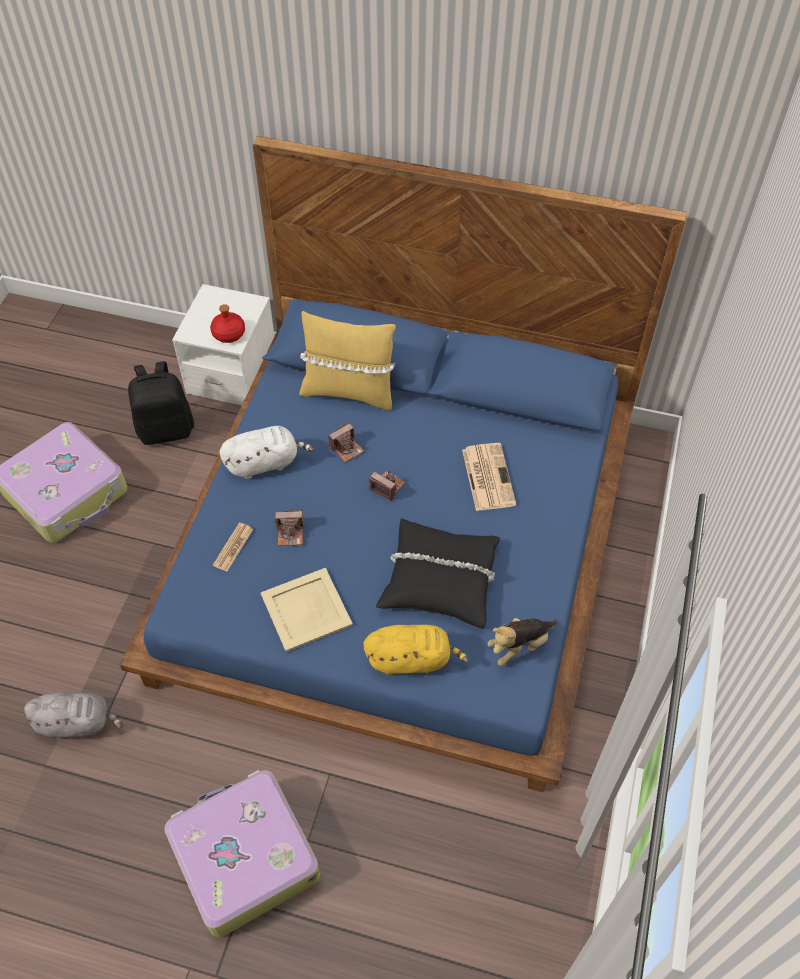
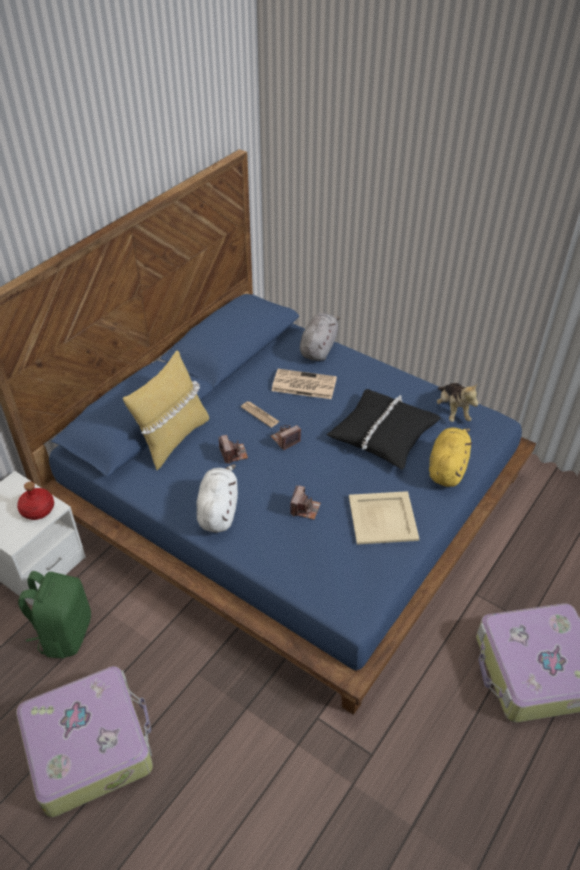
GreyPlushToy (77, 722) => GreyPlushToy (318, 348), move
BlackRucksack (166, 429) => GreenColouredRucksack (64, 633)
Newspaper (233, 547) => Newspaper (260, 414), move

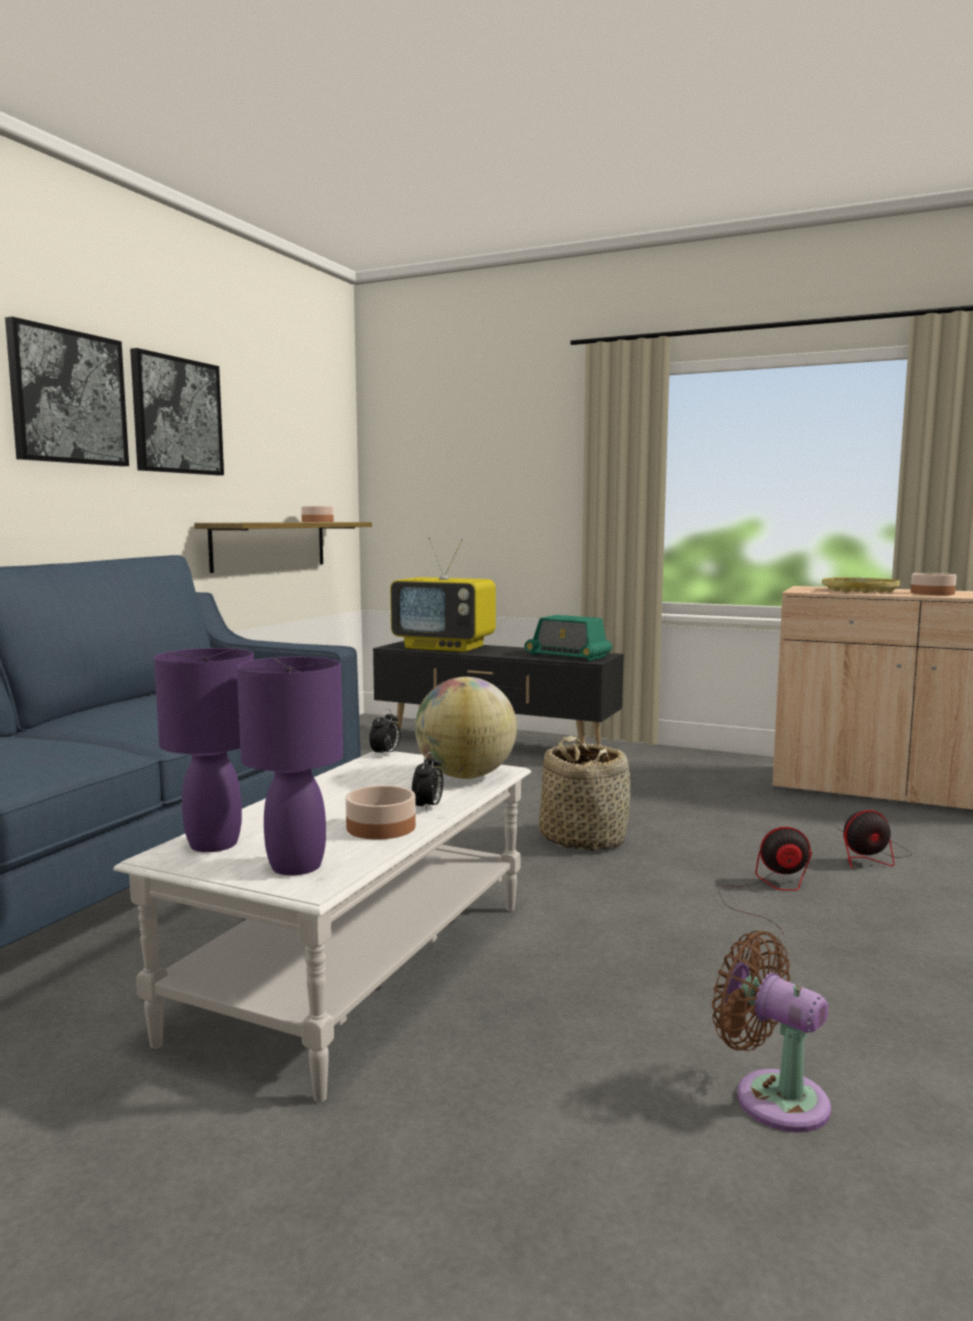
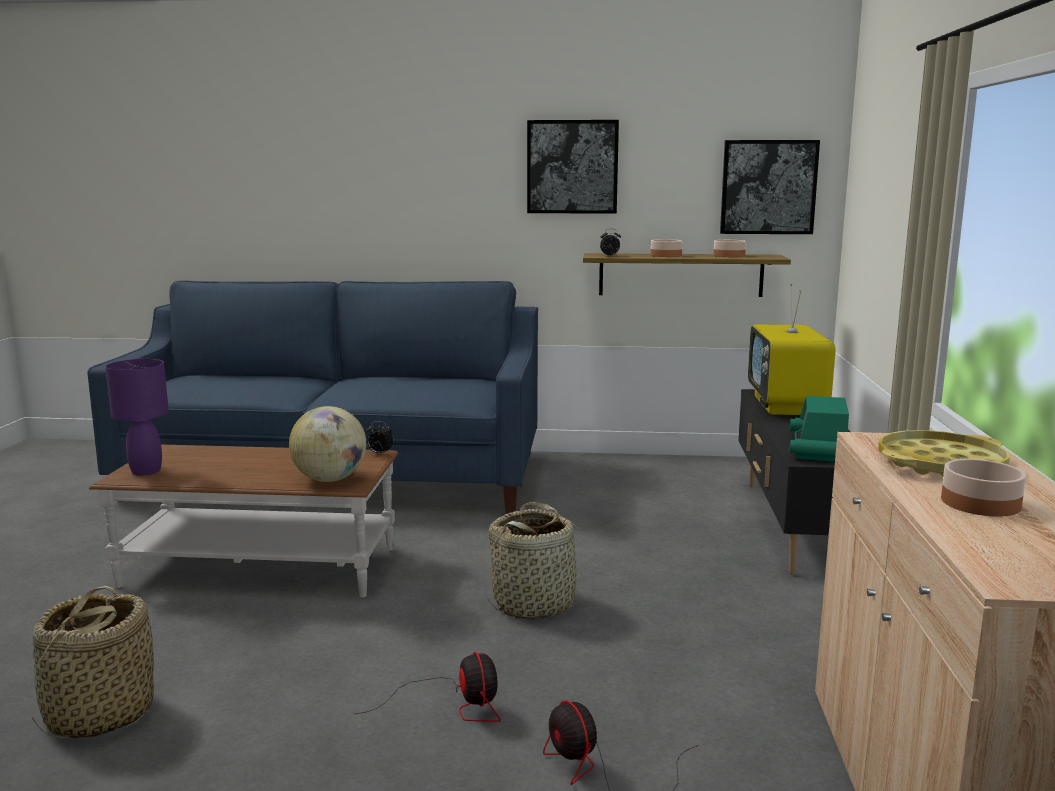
WallArt (68, 397) => WallArt (768, 187), move
WhiteColouredLoungeTable (359, 967) => BrownColouredLoungeTable (260, 567)
PurpleColouredTableLamp (213, 844) => nothing
DeepDish (382, 827) => DeepDish (666, 255), move
TableClock (428, 807) => TableClock (610, 256), move
BrownColouredCoolingFan (772, 1096) => HouseholdBasket (99, 715)

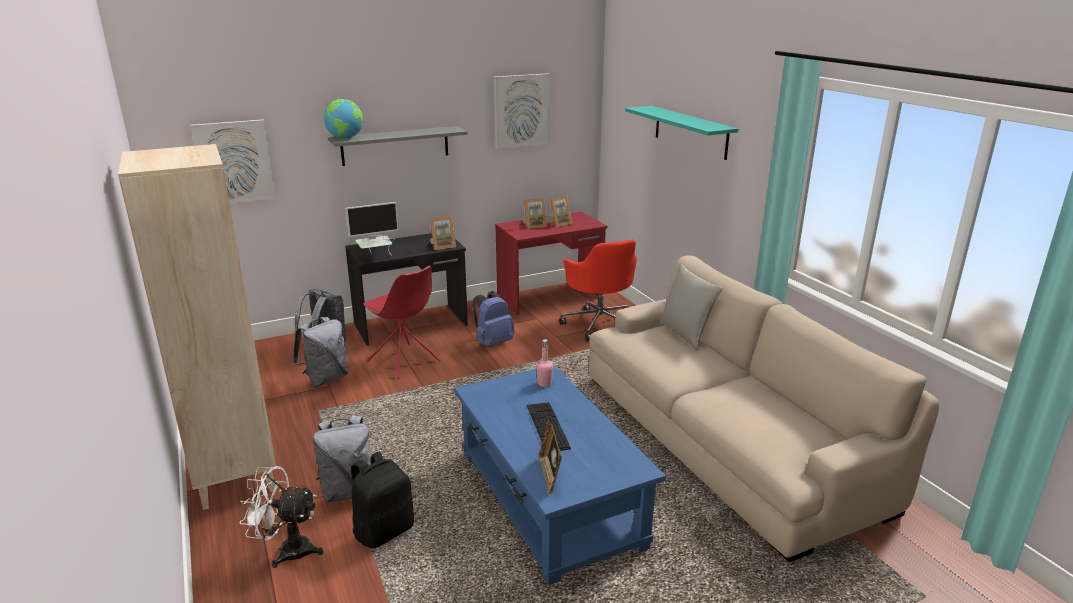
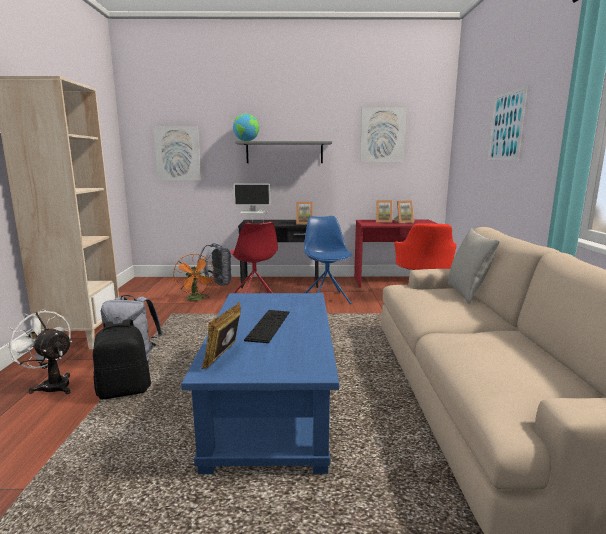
GreyRucksack (325, 379) => OrangeCoolingFan (196, 299)
BlueColouredRucksack (492, 342) => BlueColouredUprightChair (326, 299)
PinkishBeverageBottle (544, 383) => nothing
TurquoiseColouredWallShelf (690, 132) => WallArt (506, 126)

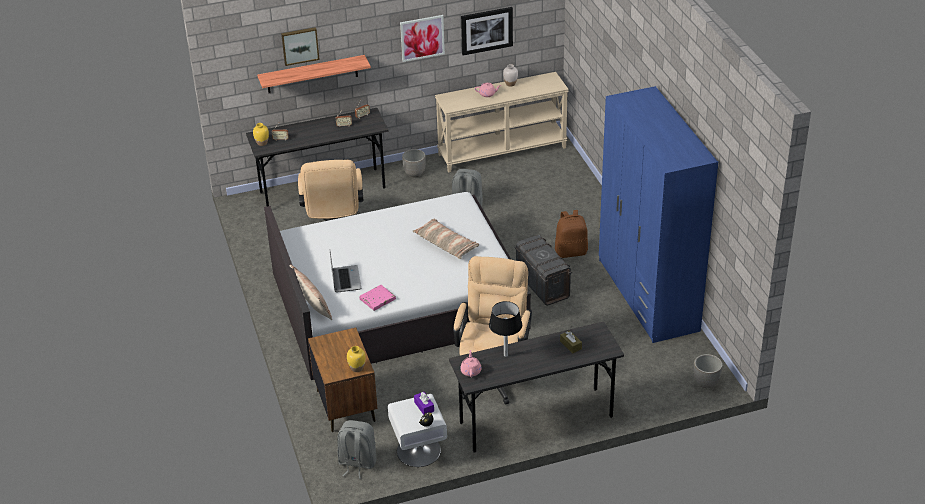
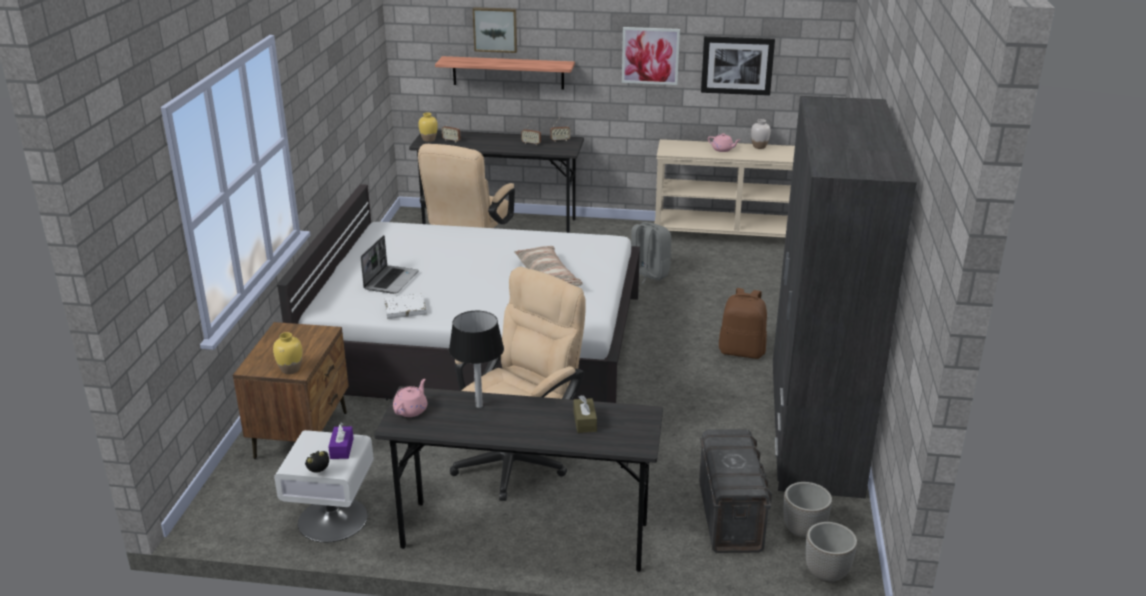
ThrowPillow (311, 303) => nothing
GreyRucksack (357, 463) => nothing
PinkishBoundBook (377, 299) => WhiteColouredBoundBook (405, 309)
FlowerPot (414, 173) => FlowerPot (804, 531), move
GreyStorageBin (542, 284) => GreyStorageBin (730, 516), move
BlueColouredClothesCupboard (647, 295) => GreyClothesCupboard (814, 429)

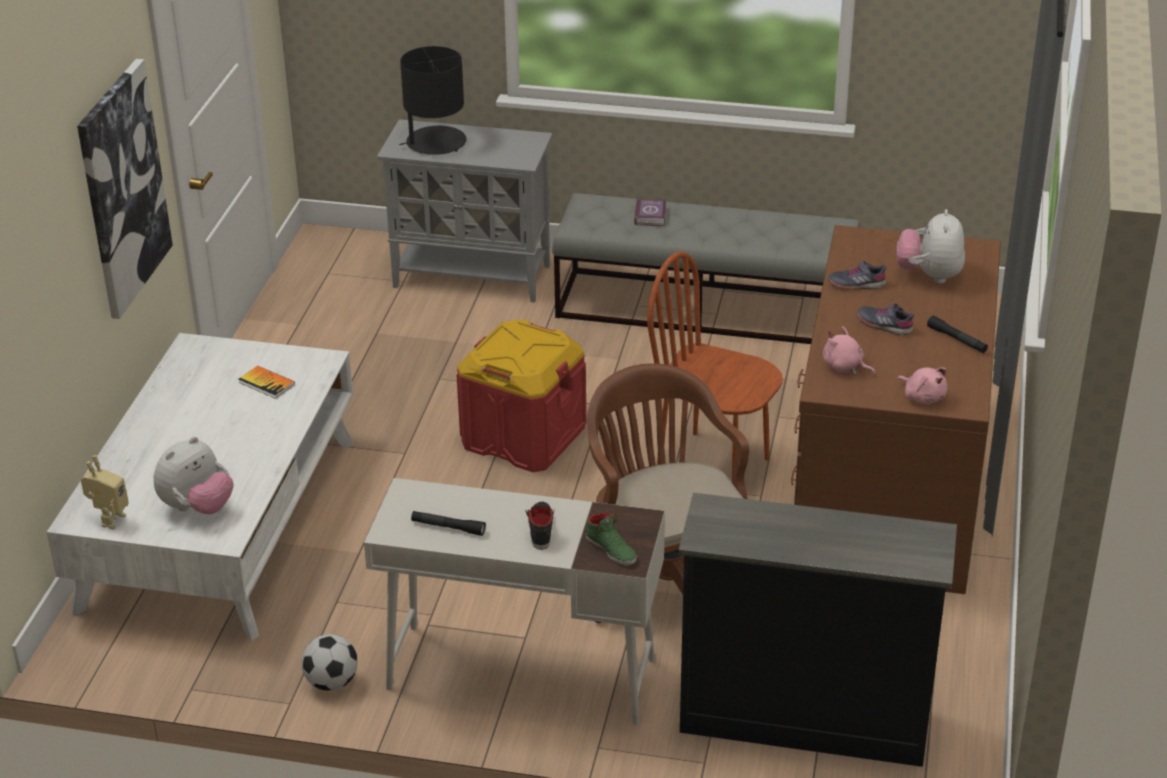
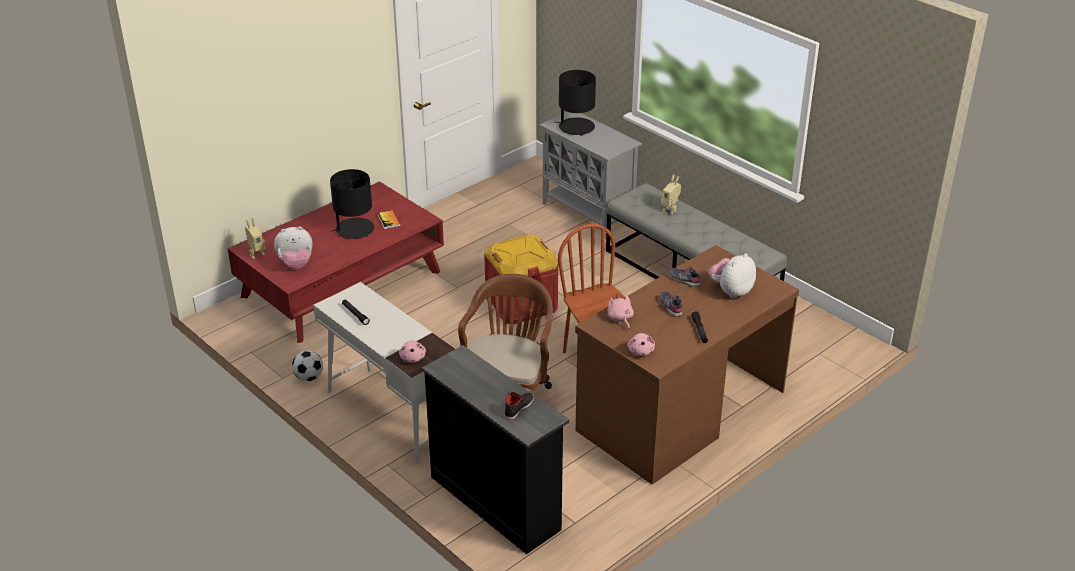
WhiteColouredLoungeTable (220, 522) => RedColouredLoungeTable (342, 284)
WallArt (122, 188) => nothing
BlackItemOfFootwear (540, 528) => BlackItemOfFootwear (518, 407), move
GreenColouredItemOfFootwear (611, 549) => PinkishPlushToy (413, 358)
BoundBook (651, 216) => ModelRobot (670, 209)
nothing => BlackTableLamp (354, 229)

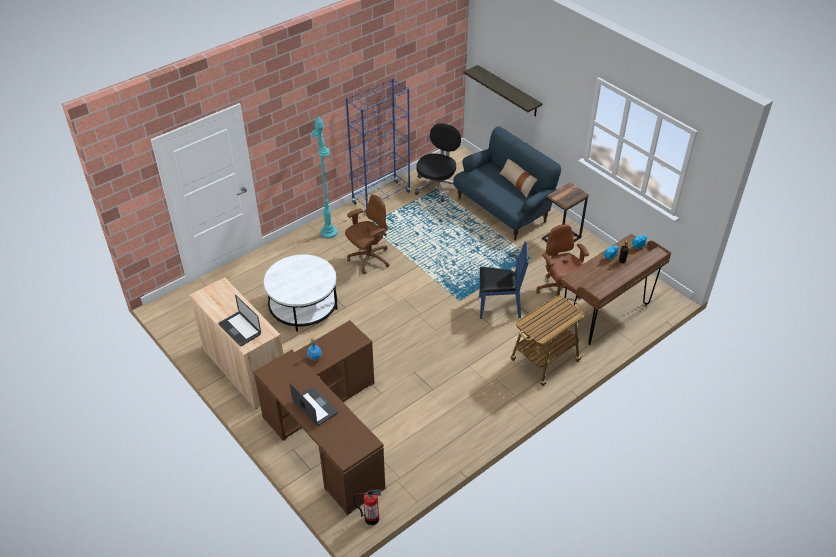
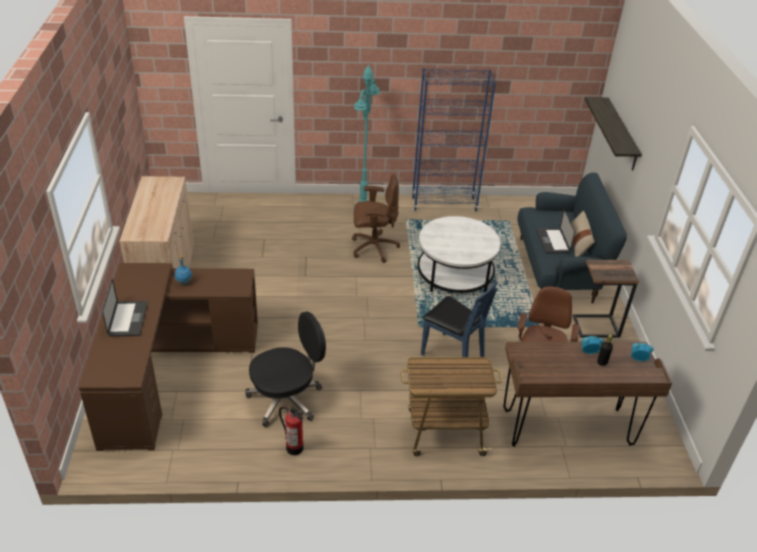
PortableComputer (240, 329) => PortableComputer (552, 241), move
WhiteColouredLoungeTable (303, 306) => WhiteColouredLoungeTable (455, 274), move
FireExtinguisher (371, 518) => FireExtinguisher (294, 448), move
BlackDeskChair (437, 186) => BlackDeskChair (286, 399), move

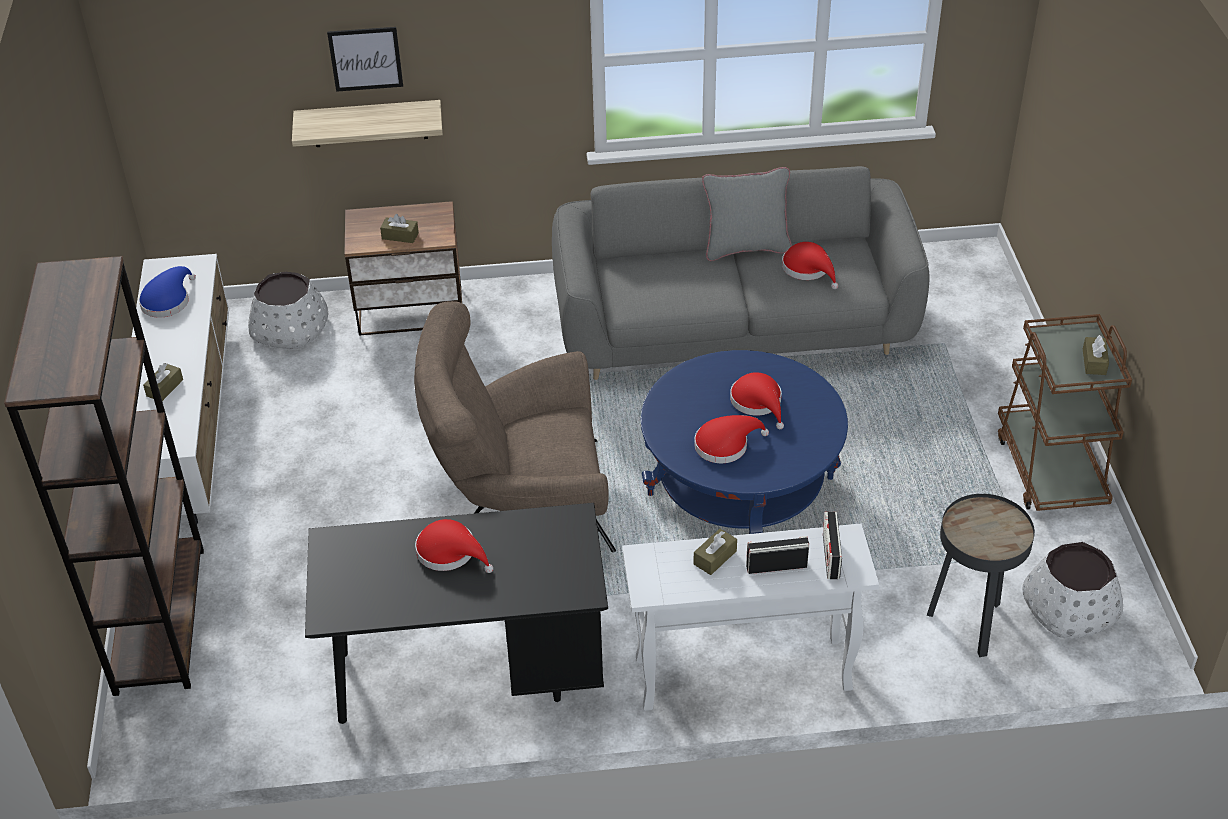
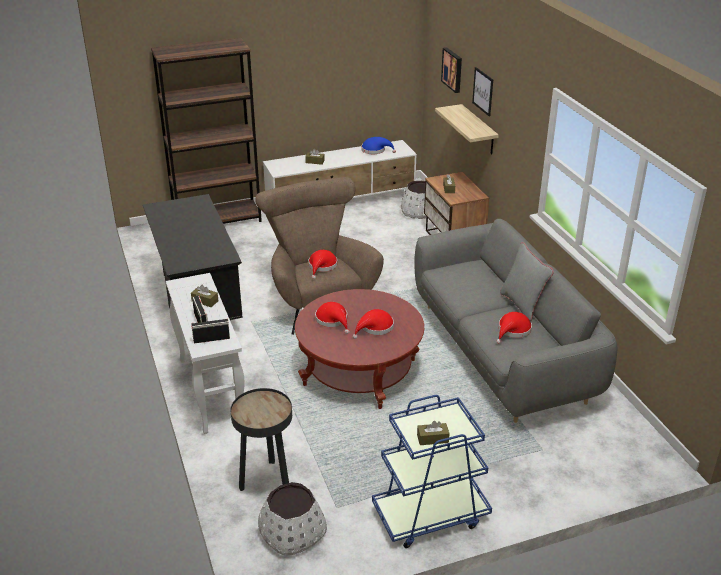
RedColouredWearableHat (450, 552) => RedColouredWearableHat (322, 266), move
BlueColouredLoungeTable (740, 486) => RedColouredLoungeTable (359, 372)
BrownColouredCart (1050, 469) => BlueColouredCart (430, 515)
nothing => WallArt (453, 69)

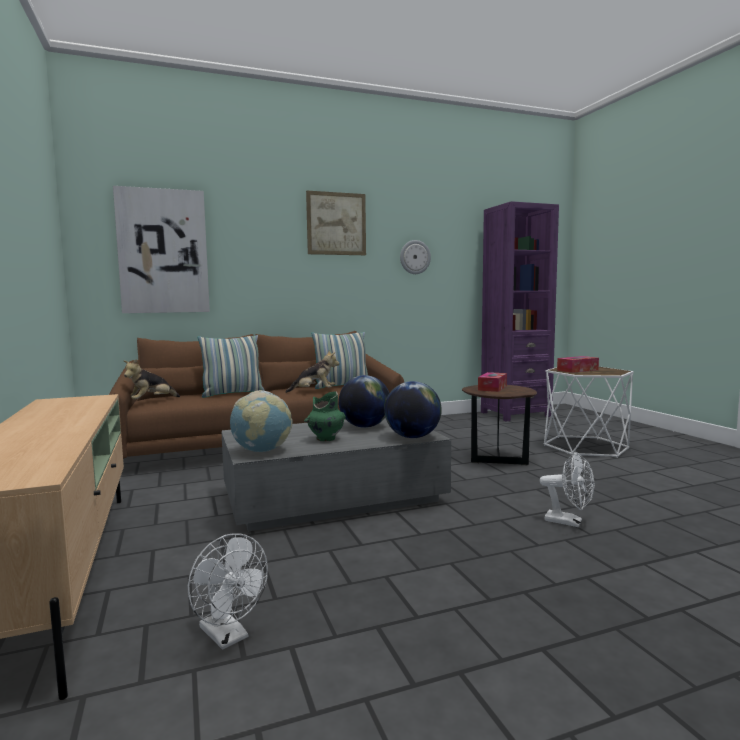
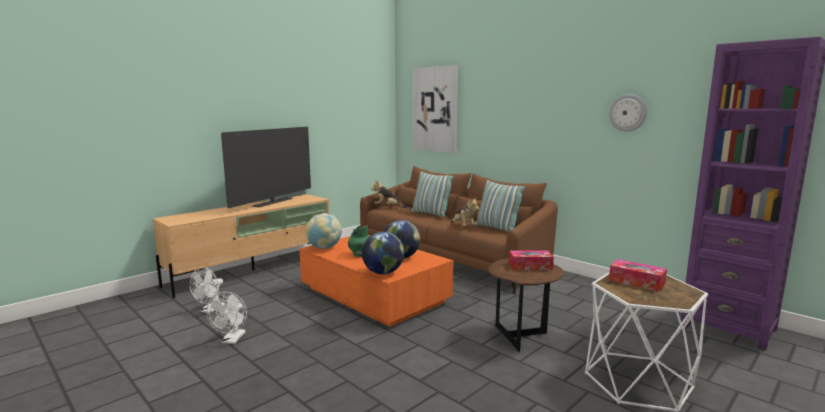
GreyLoungeTable (333, 496) => OrangeLoungeTable (374, 295)
WallArt (336, 224) => nothing
WhiteColouredCoolingFan (569, 522) => WhiteColouredCoolingFan (232, 340), move
nothing => TvSet (272, 202)

